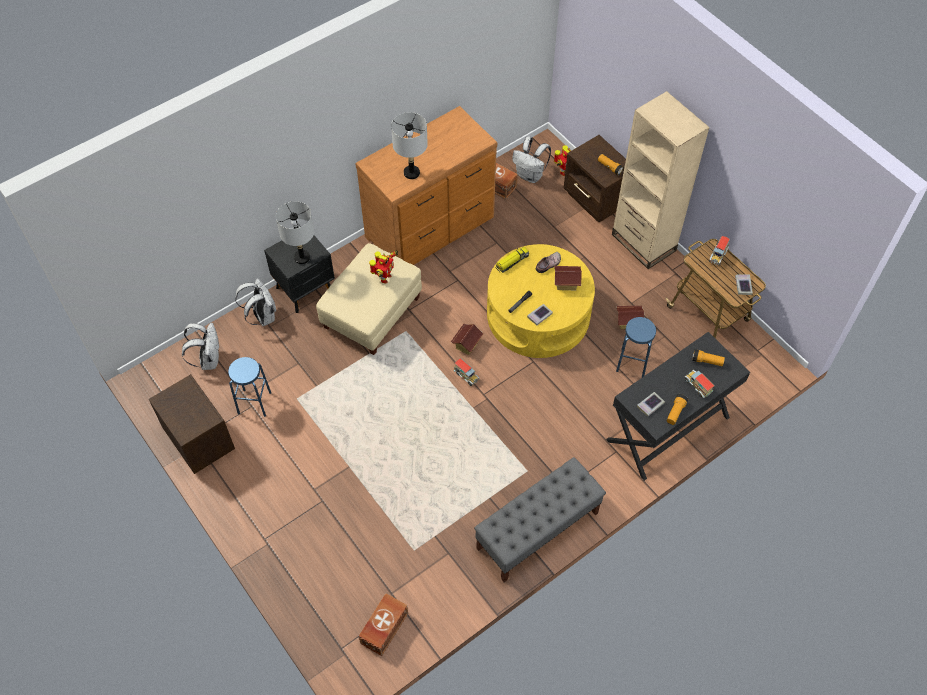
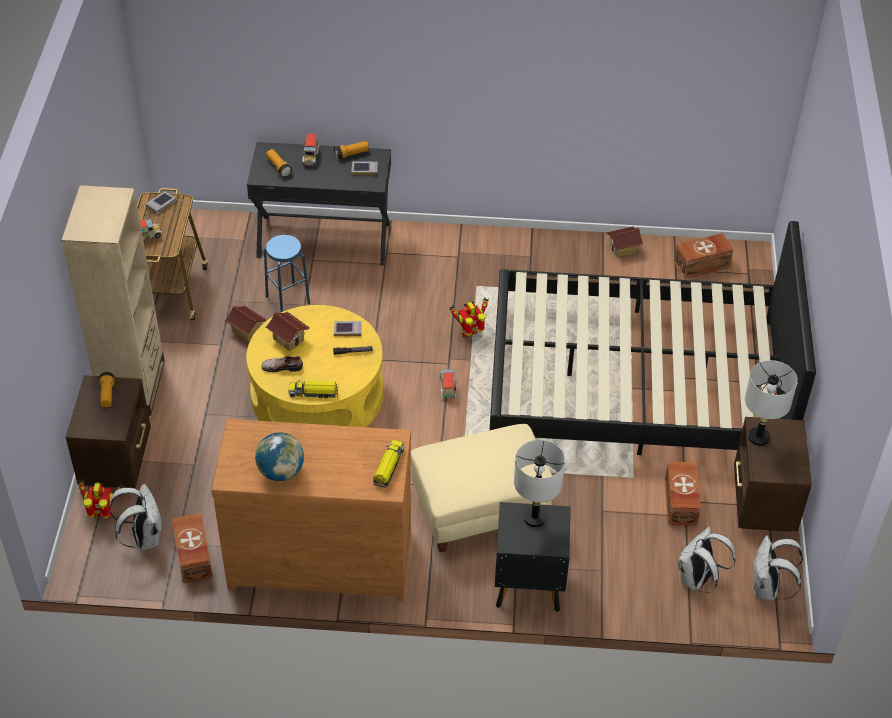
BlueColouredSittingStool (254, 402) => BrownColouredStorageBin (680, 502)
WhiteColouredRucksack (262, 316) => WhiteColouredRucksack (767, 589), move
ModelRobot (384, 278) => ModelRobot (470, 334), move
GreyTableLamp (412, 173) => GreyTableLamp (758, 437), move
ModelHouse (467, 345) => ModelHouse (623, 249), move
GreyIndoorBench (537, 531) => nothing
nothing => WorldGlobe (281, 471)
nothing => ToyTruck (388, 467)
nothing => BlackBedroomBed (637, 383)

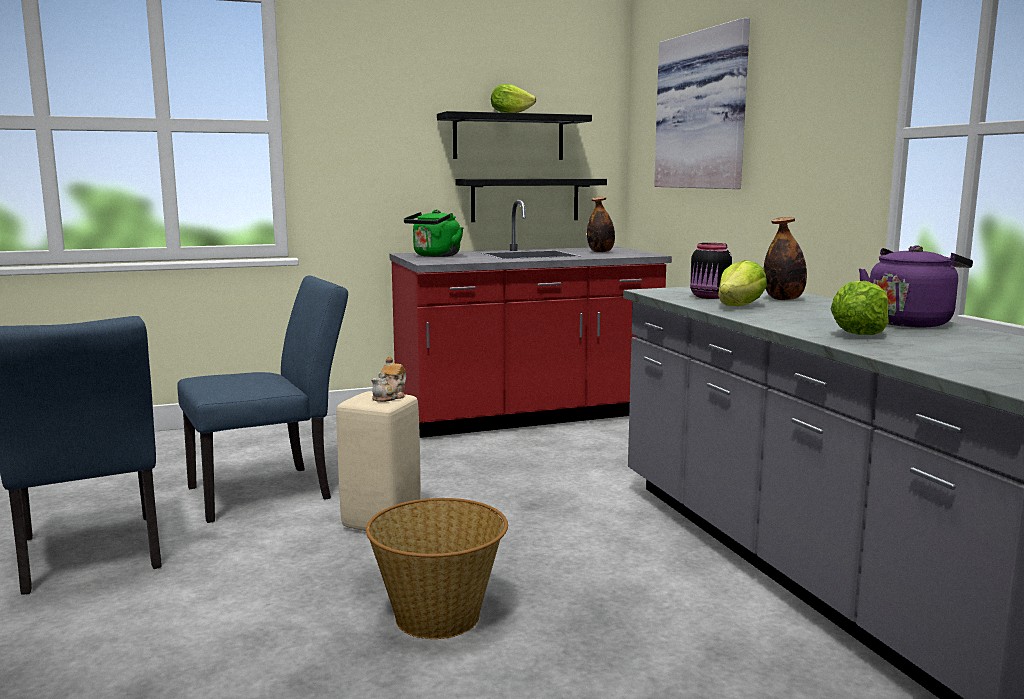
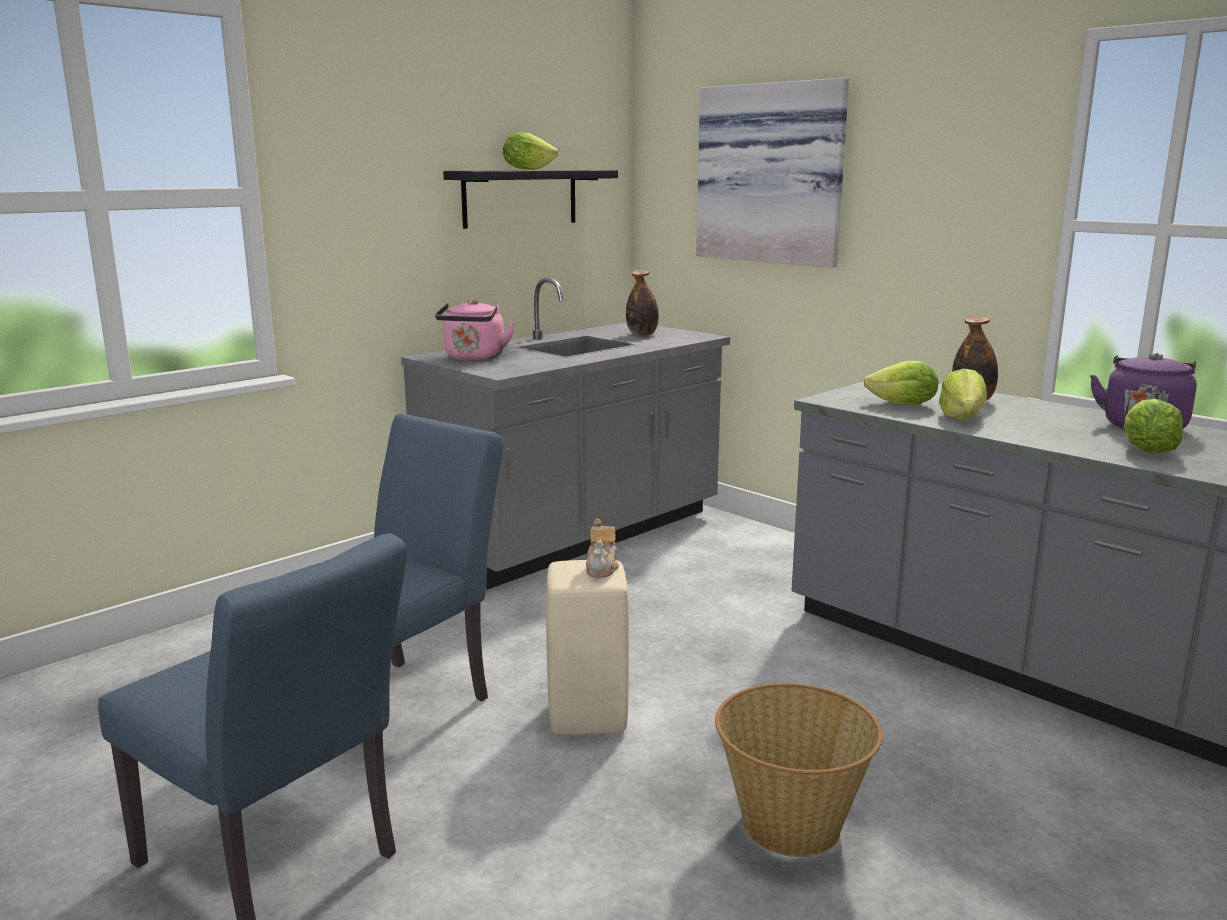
RedColouredCounter (527, 415) => GreyCounter (576, 535)
GreenColouredTeaKettle (435, 256) => PinkishTeaKettle (474, 358)
BlackWallShelf (525, 200) => nothing
BlackStorageJar (710, 297) => HeadOfLettuce (903, 405)

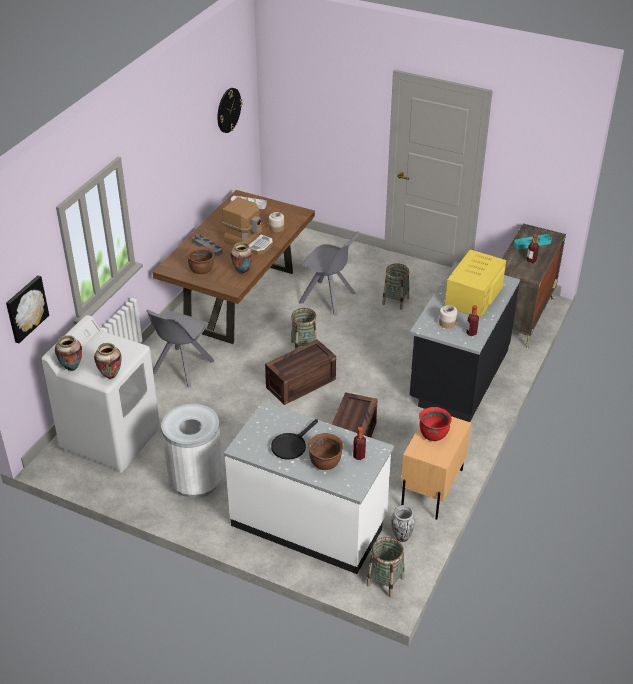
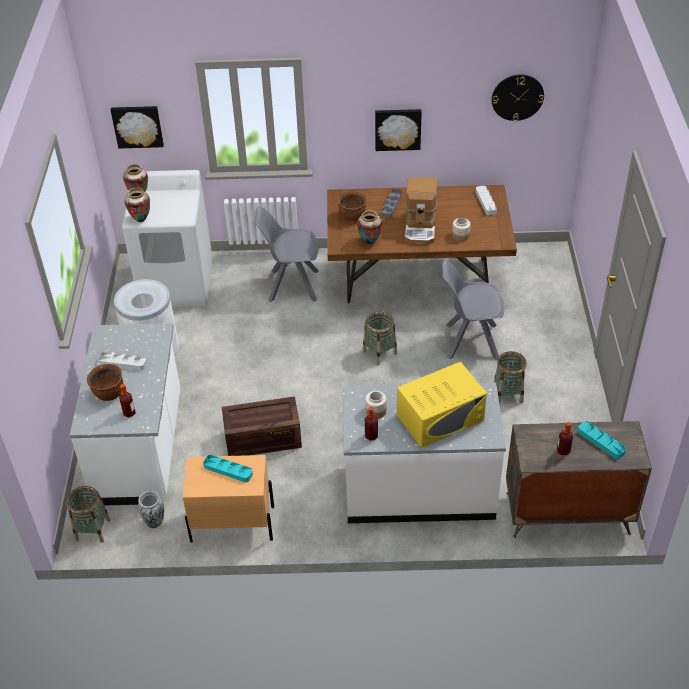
Crate (301, 382) => nothing
BlackFryingPan (291, 445) => GreyCarryingTray (122, 363)
GreyUprightChair (329, 298) => GreyUprightChair (470, 341), 90 degrees clockwise
BlackCounter (458, 375) => WhiteColouredCounter (419, 489)
RedColouredStockpot (433, 434) => TurquoiseColouredCarryingTray (228, 470)
YellowishMicrowaveOven (473, 296) => YellowishMicrowaveOven (440, 417), 150 degrees clockwise
nothing => WallArt (397, 129)

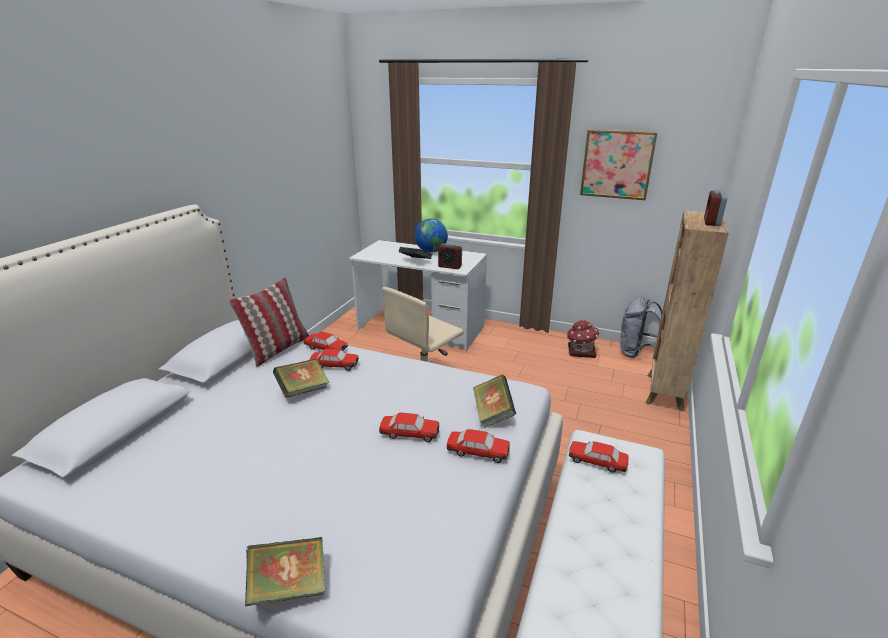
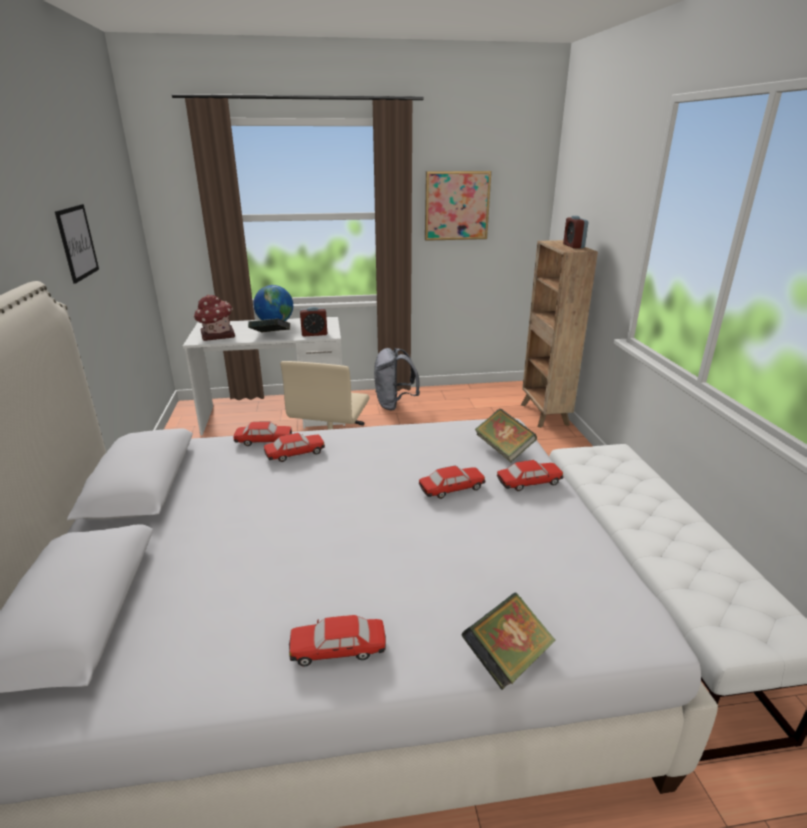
ThrowPillow (277, 349) => nothing
BoundBook (303, 390) => nothing
ModelHouse (580, 351) => ModelHouse (217, 335), move
ToyCar (597, 462) => ToyCar (338, 649), move
GreyRucksack (637, 353) => GreyRucksack (394, 405), move
nothing => WallArt (77, 242)

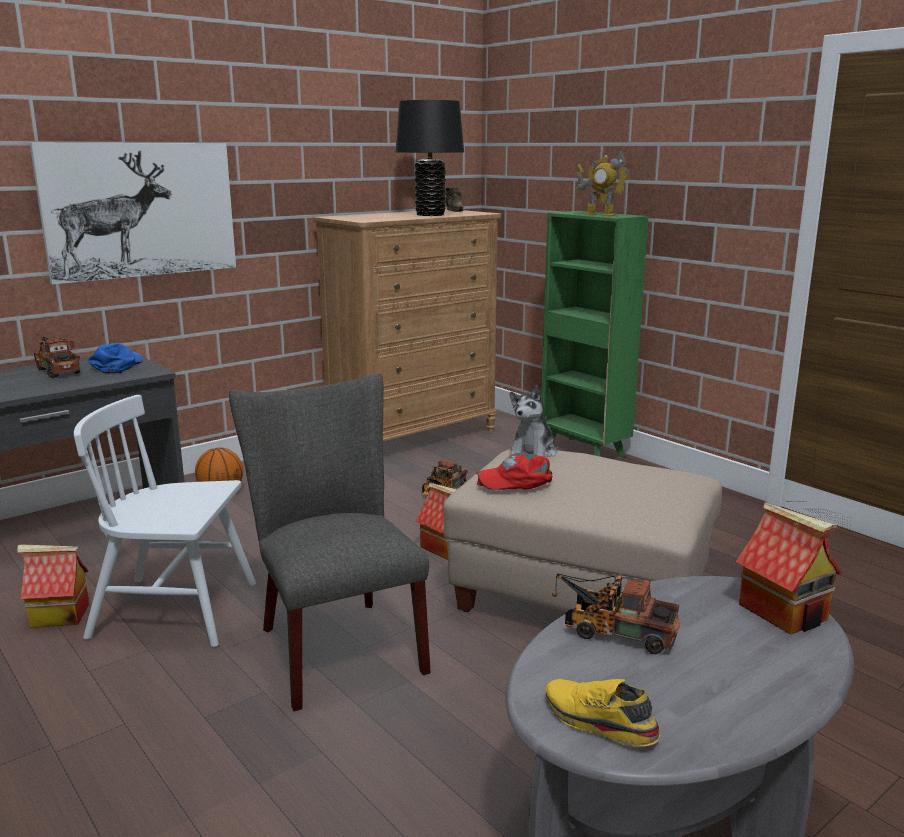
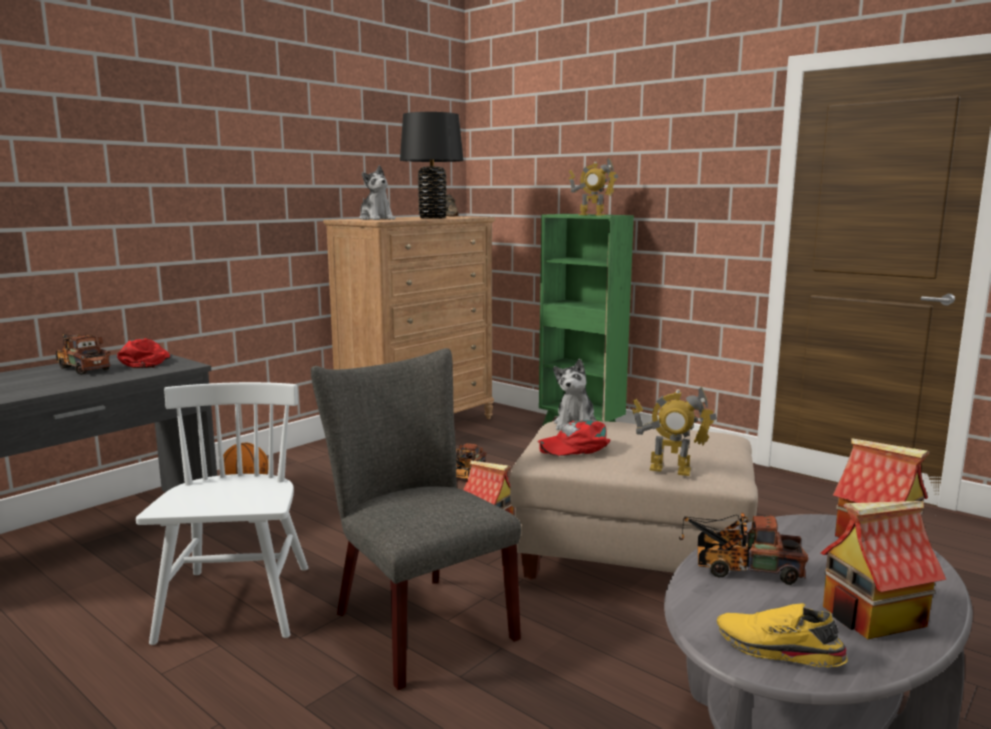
ModelHouse (58, 616) => ModelHouse (873, 617), move
WallArt (140, 210) => nothing
WhiteColouredUprightChair (175, 610) => WhiteColouredUprightChair (237, 604), 90 degrees clockwise
BlueColouredCap (118, 365) => RedColouredCap (146, 361)
nothing => PlushToy (376, 219)
nothing => ModelRobot (670, 470)

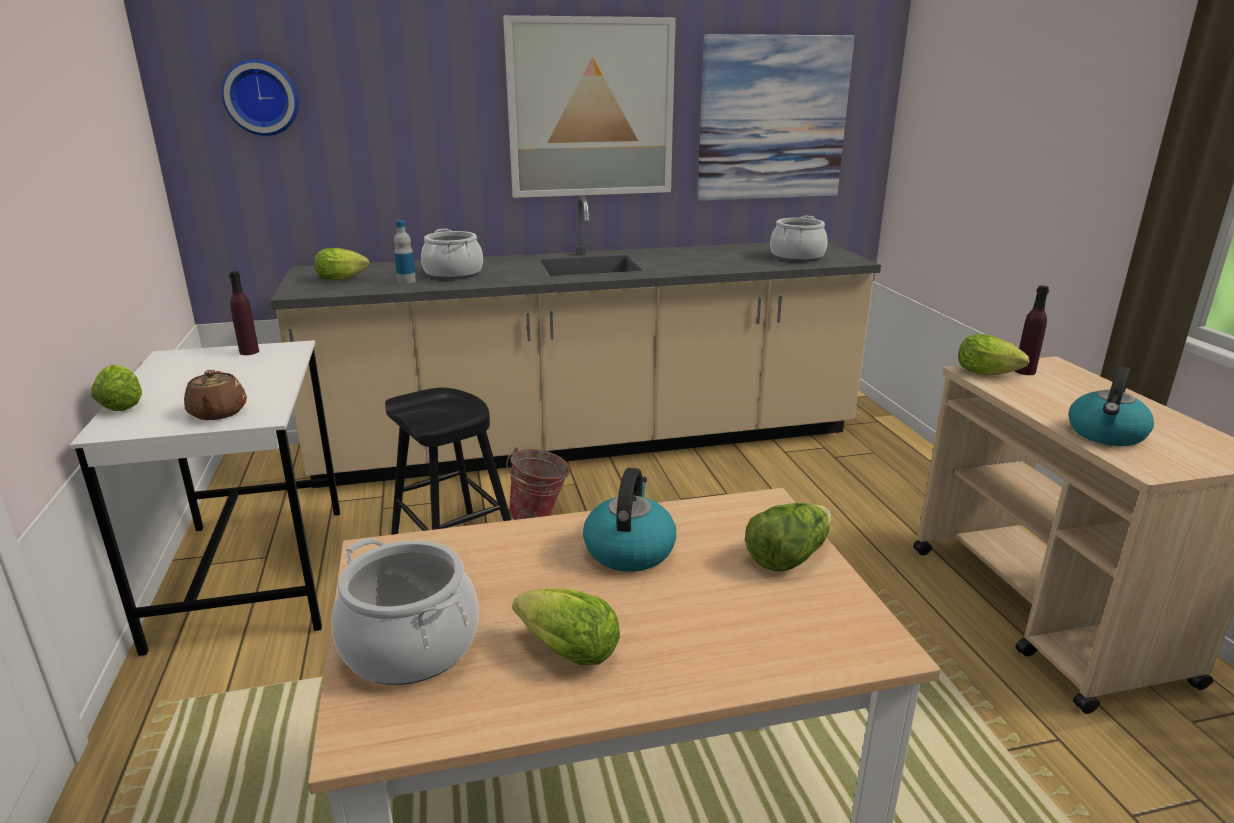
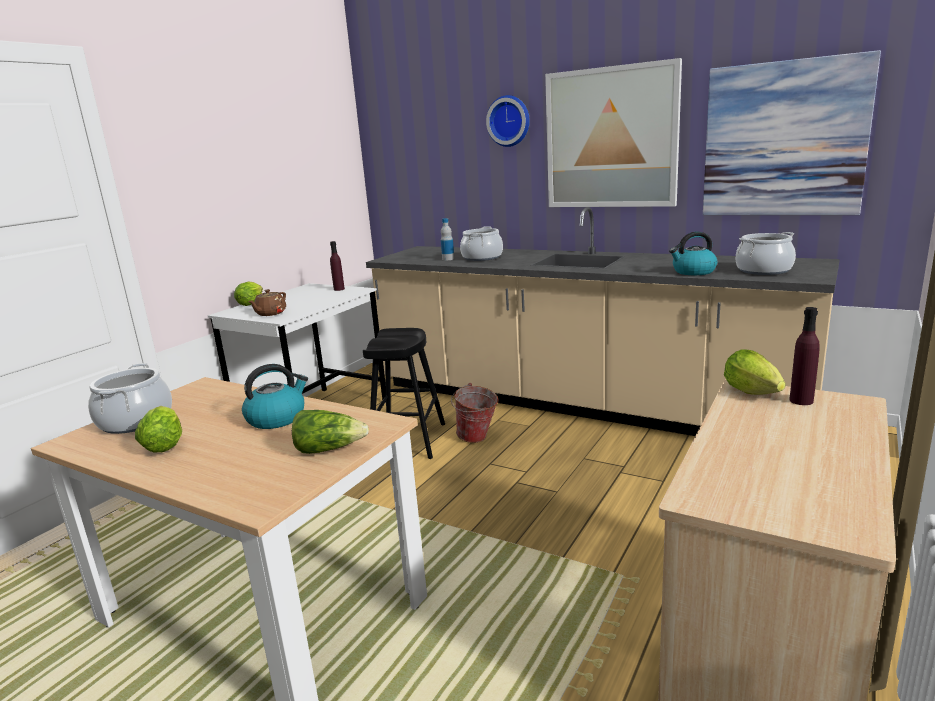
ClockOnTheWall (261, 97) => ClockOnTheWall (509, 121), move
HeadOfLettuce (344, 279) => nothing
TeaKettle (1106, 434) => TeaKettle (693, 272), move

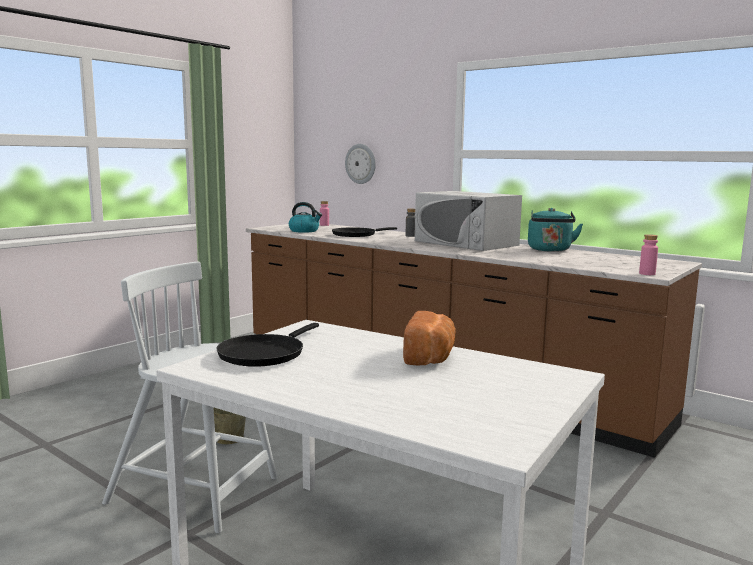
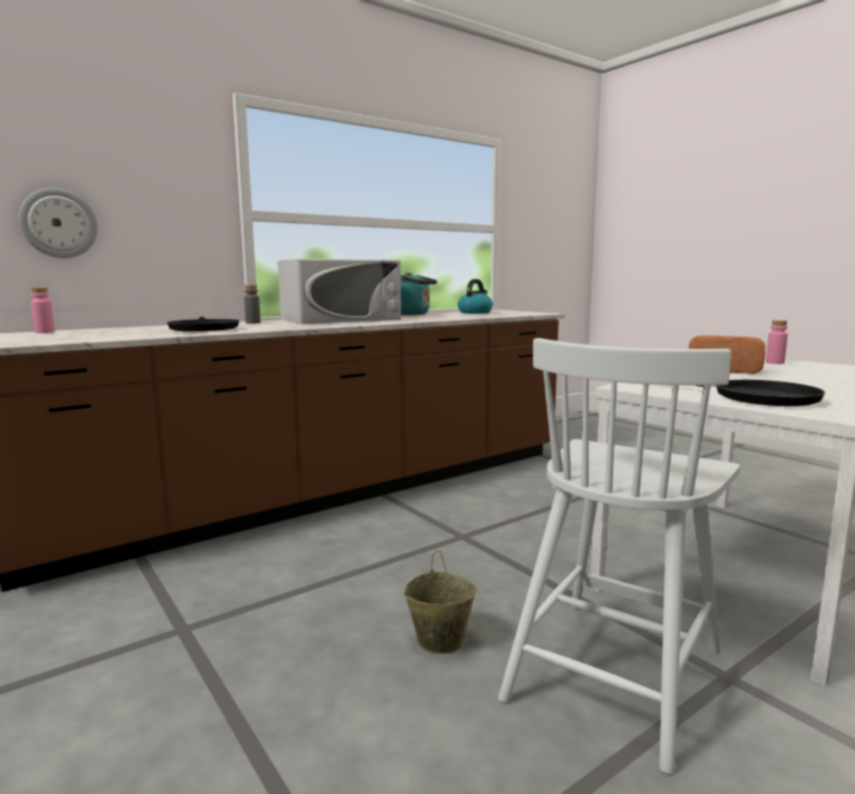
TeaKettle (304, 231) => TeaKettle (475, 312), move
PinkishBeverageBottle (647, 274) => PinkishBeverageBottle (775, 363), move

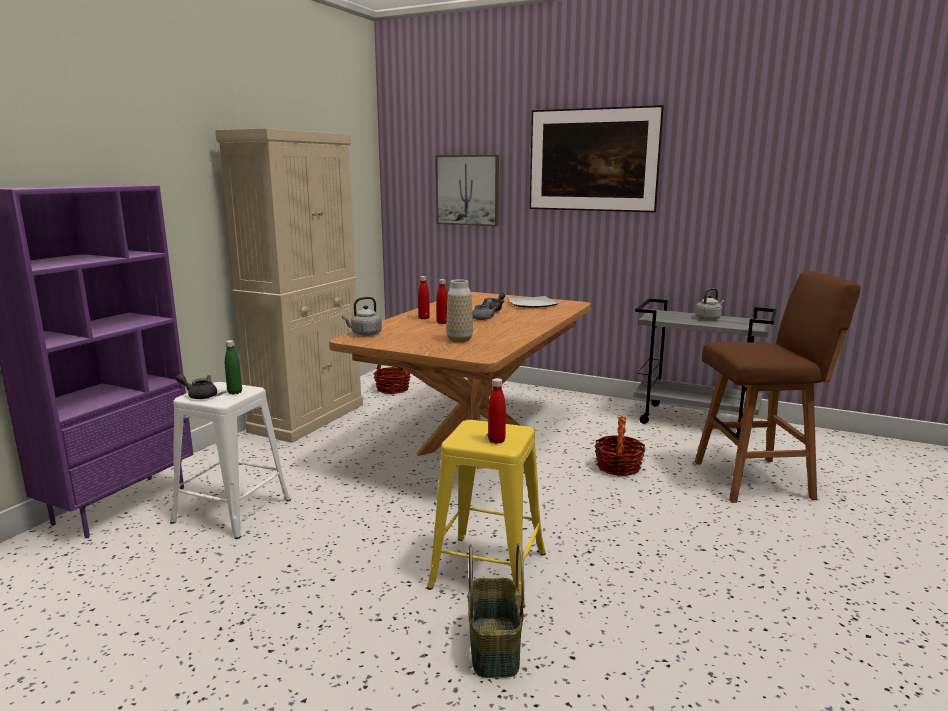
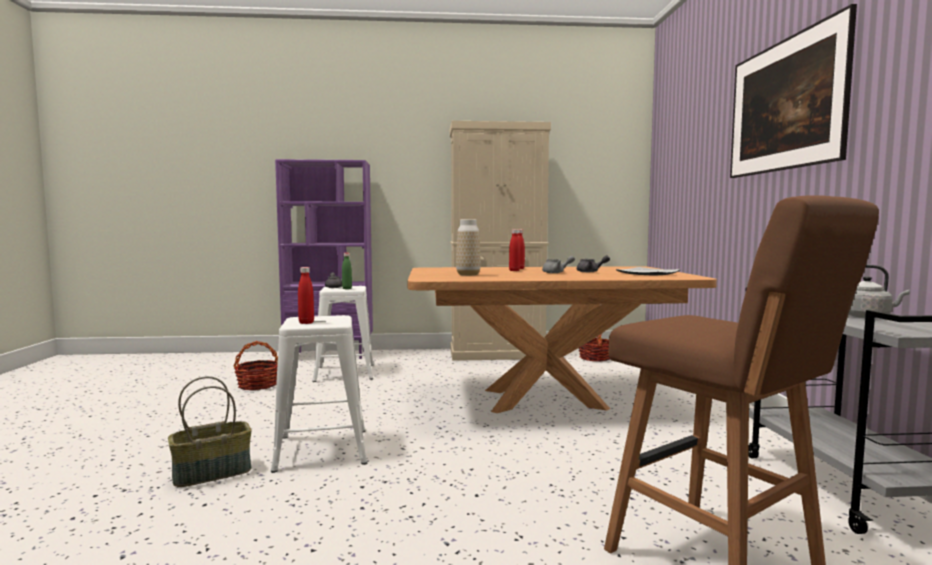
GreyTeaKettle (365, 334) => nothing
YellowishSittingStool (488, 570) => WhiteColouredSittingStool (321, 449)
WallArt (467, 190) => nothing
HouseholdBasket (618, 467) => HouseholdBasket (258, 385), move

